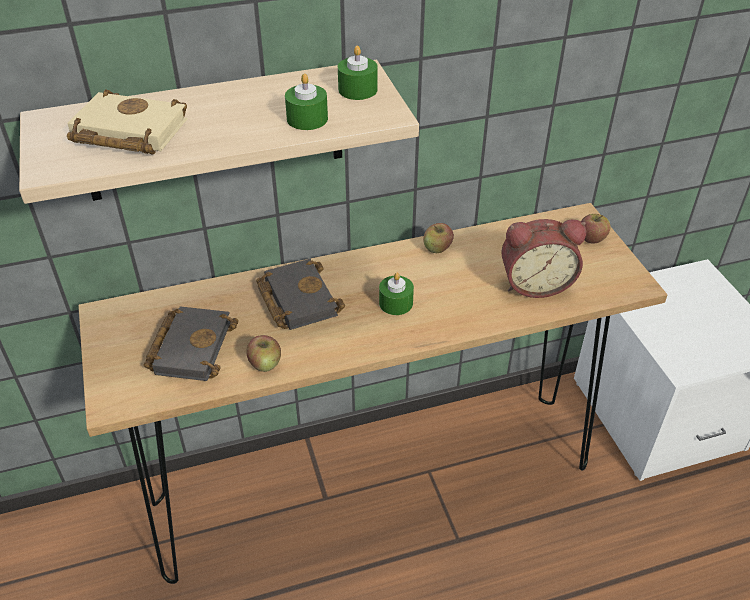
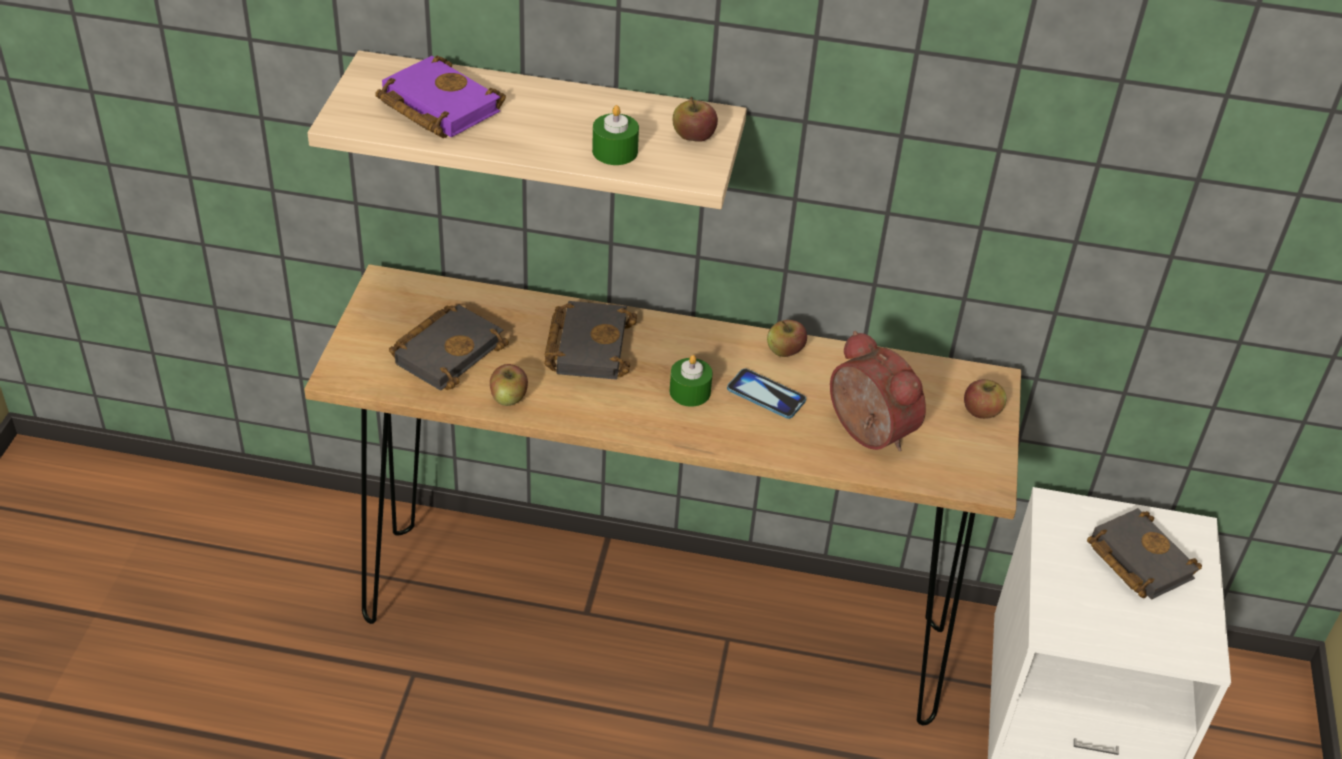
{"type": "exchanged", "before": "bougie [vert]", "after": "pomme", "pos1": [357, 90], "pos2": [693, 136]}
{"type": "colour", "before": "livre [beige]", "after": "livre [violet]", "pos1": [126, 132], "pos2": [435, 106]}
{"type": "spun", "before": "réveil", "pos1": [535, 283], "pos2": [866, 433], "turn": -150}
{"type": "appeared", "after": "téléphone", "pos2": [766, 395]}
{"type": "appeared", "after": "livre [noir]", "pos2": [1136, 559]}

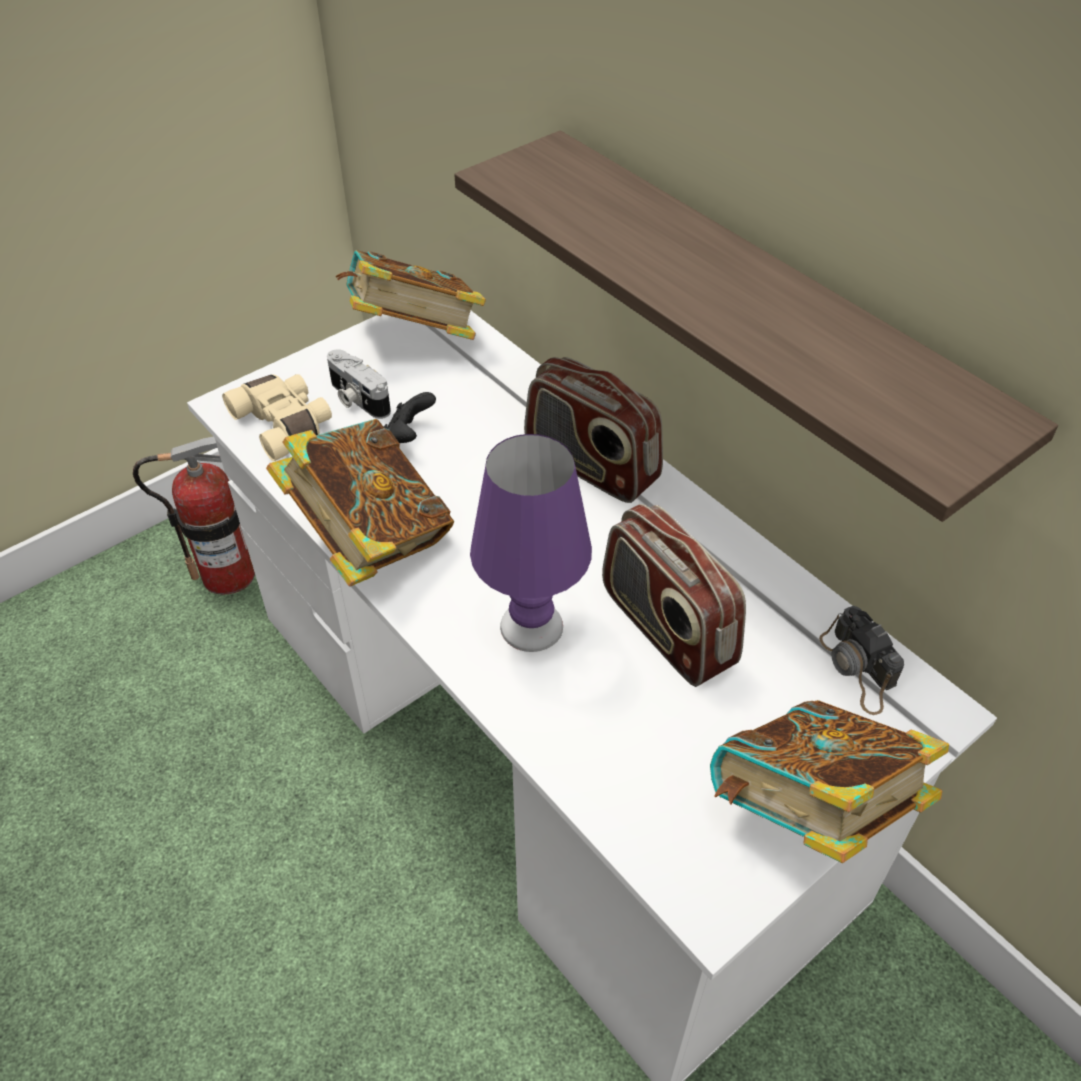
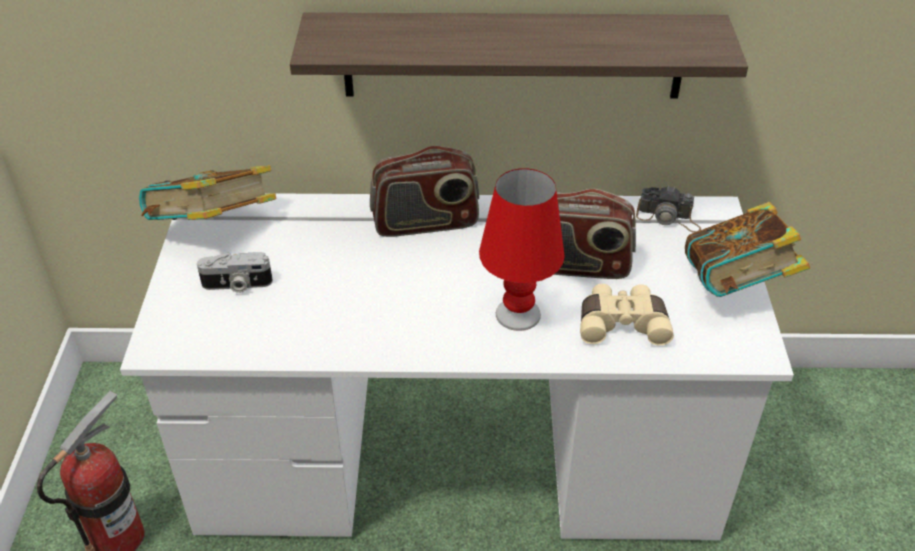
{"type": "relocated", "before": "jumelles [beige]", "pos1": [285, 424], "pos2": [622, 323]}
{"type": "missing", "before": "manette [noir]", "pos1": [408, 436]}
{"type": "missing", "before": "livre", "pos1": [369, 539]}
{"type": "colour", "before": "lampe de table [violet]", "after": "lampe de table [rouge]", "pos1": [531, 625], "pos2": [517, 314]}

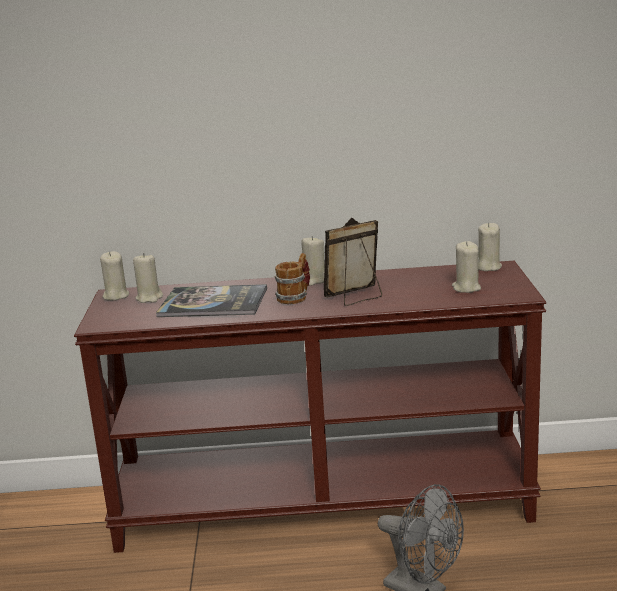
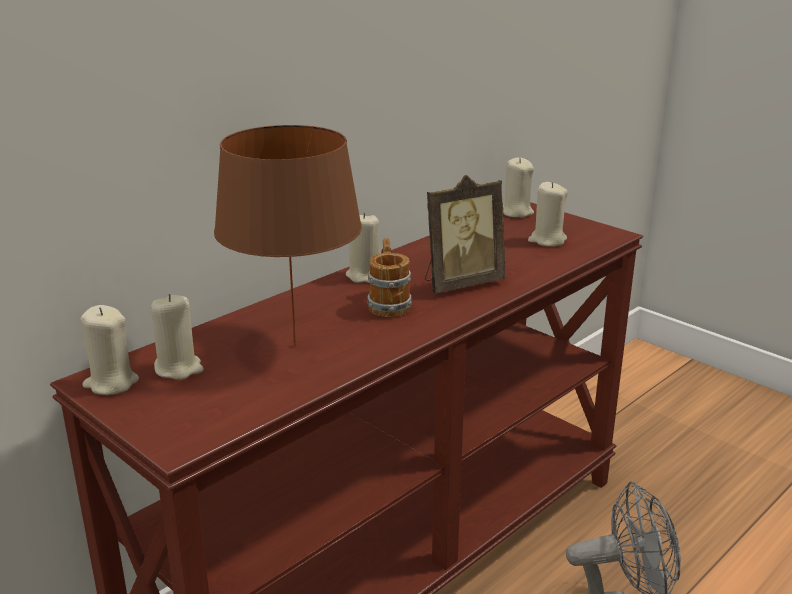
{"type": "spun", "before": "cadre photo", "pos1": [356, 297], "pos2": [460, 283], "turn": -135}
{"type": "exchanged", "before": "livre", "after": "lampe de table [marron]", "pos1": [213, 303], "pos2": [296, 345]}

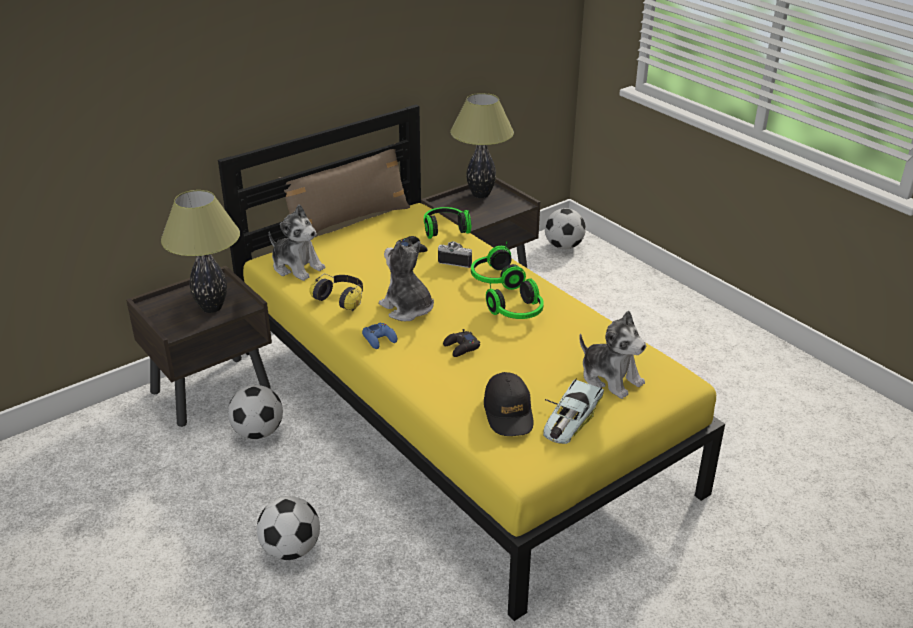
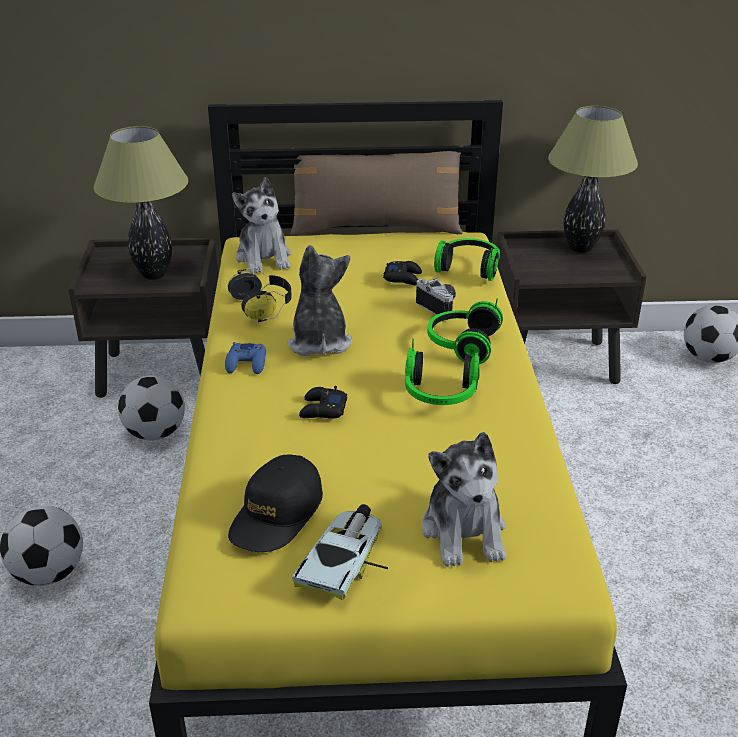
{"type": "spun", "before": "petite voiture", "pos1": [569, 417], "pos2": [345, 558], "turn": 135}

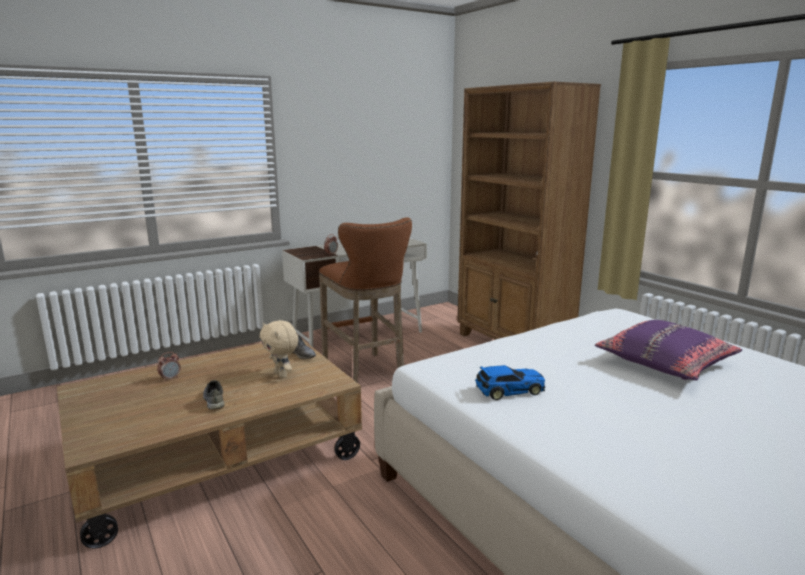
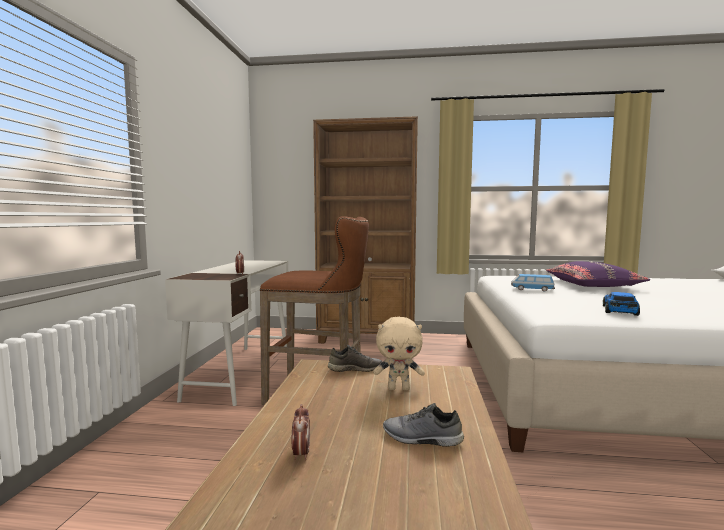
{"type": "appeared", "after": "petite voiture", "pos2": [532, 289]}

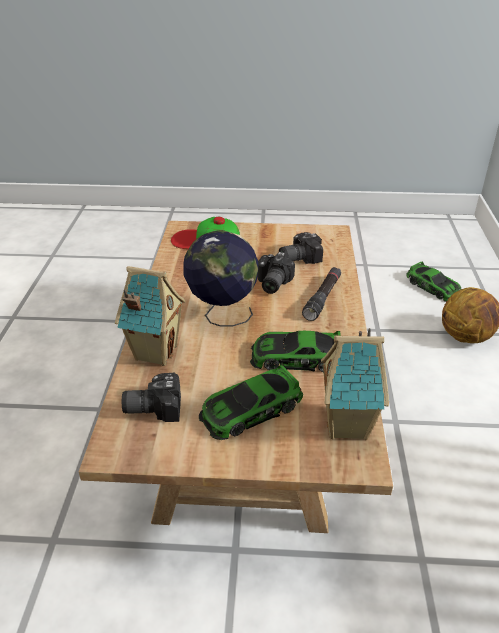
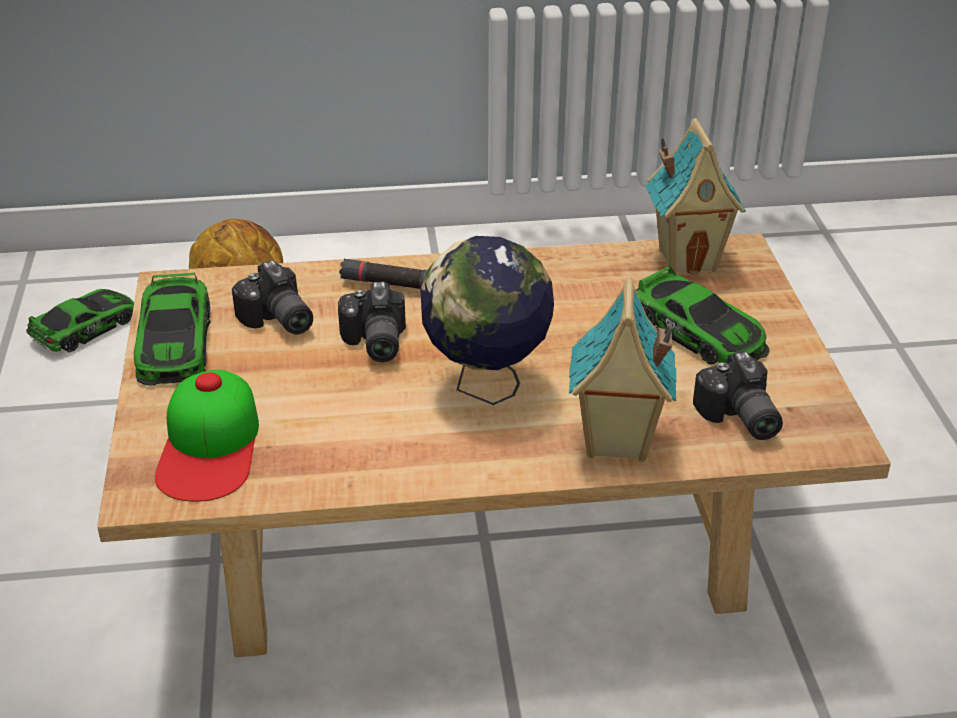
{"type": "spun", "before": "appareil photo", "pos1": [271, 283], "pos2": [373, 343], "turn": 75}
{"type": "relocated", "before": "petite voiture", "pos1": [296, 357], "pos2": [175, 342]}

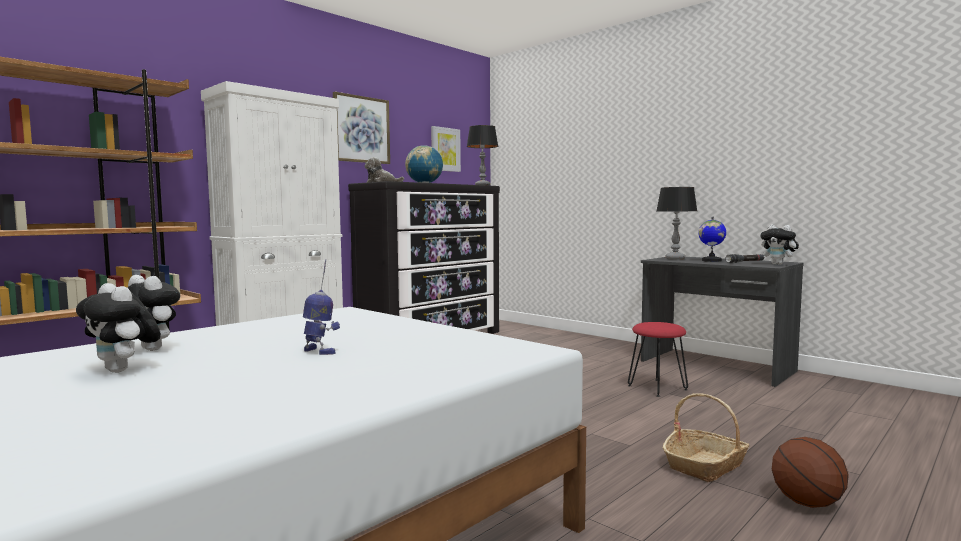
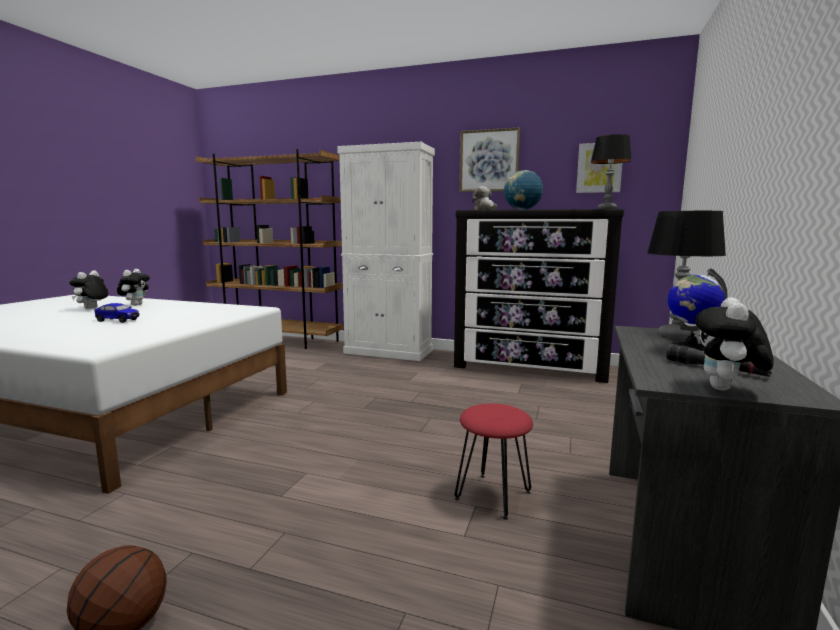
{"type": "exchanged", "before": "robot jouet", "after": "petite voiture", "pos1": [320, 351], "pos2": [118, 320]}
{"type": "missing", "before": "panier", "pos1": [705, 465]}

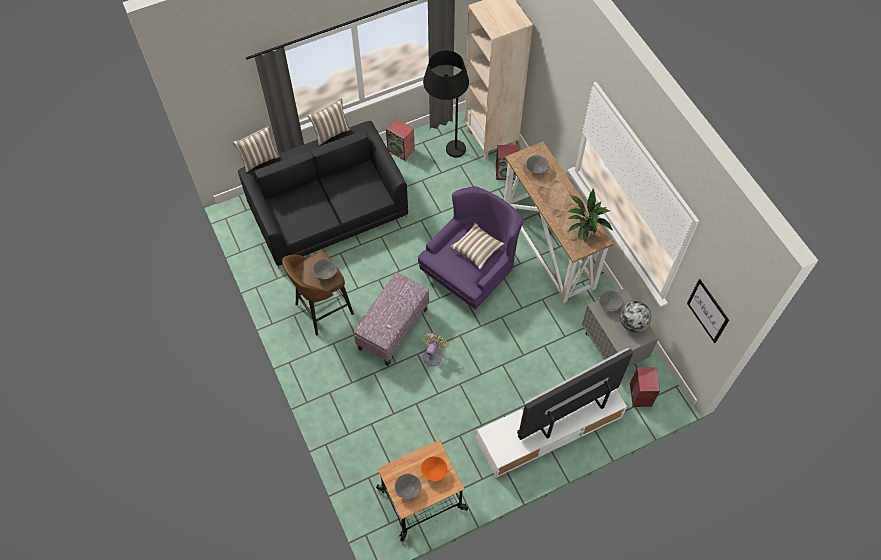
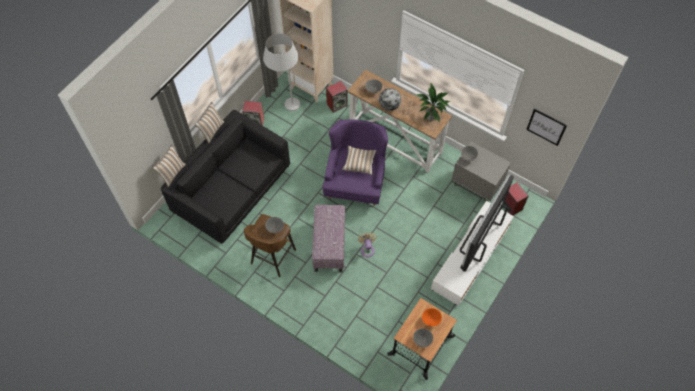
{"type": "colour", "before": "lampadaire [noir]", "after": "lampadaire [blanc]", "pos1": [445, 153], "pos2": [287, 110]}
{"type": "relocated", "before": "globe", "pos1": [632, 324], "pos2": [389, 106]}

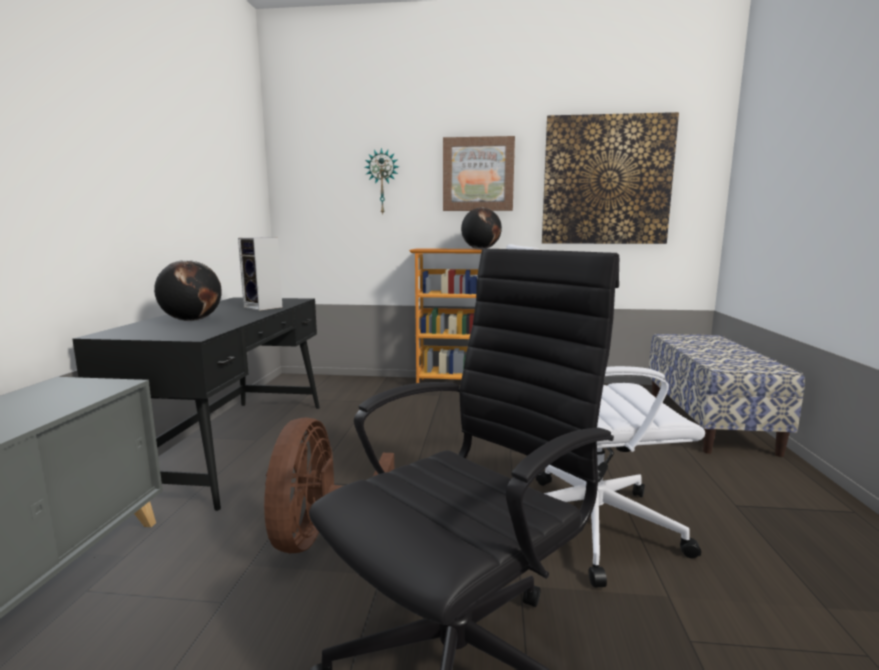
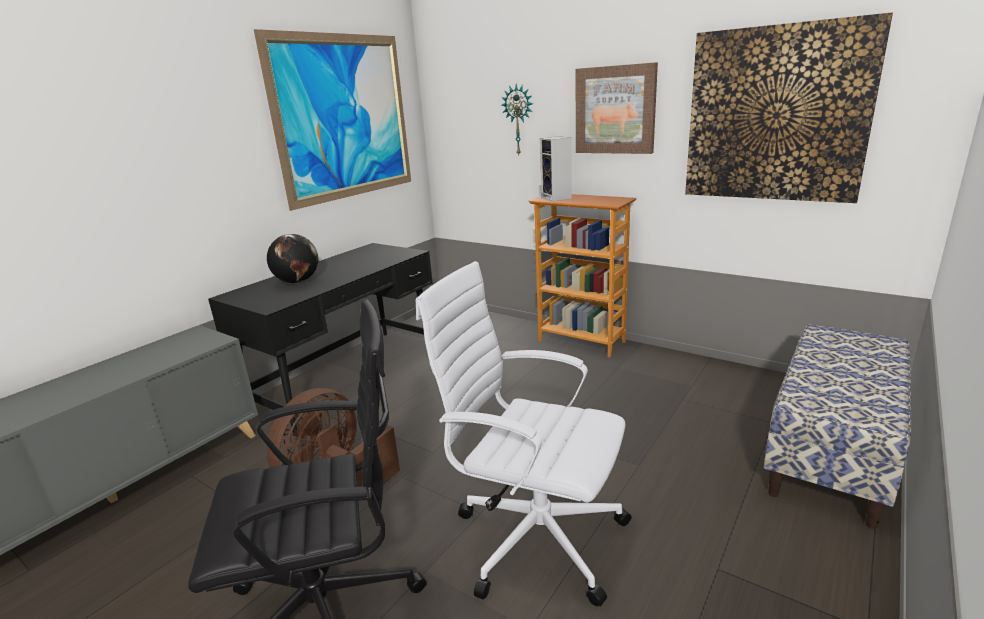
{"type": "missing", "before": "globe", "pos1": [480, 249]}
{"type": "relocated", "before": "enceinte", "pos1": [264, 307], "pos2": [557, 198]}
{"type": "appeared", "after": "tableau", "pos2": [345, 118]}

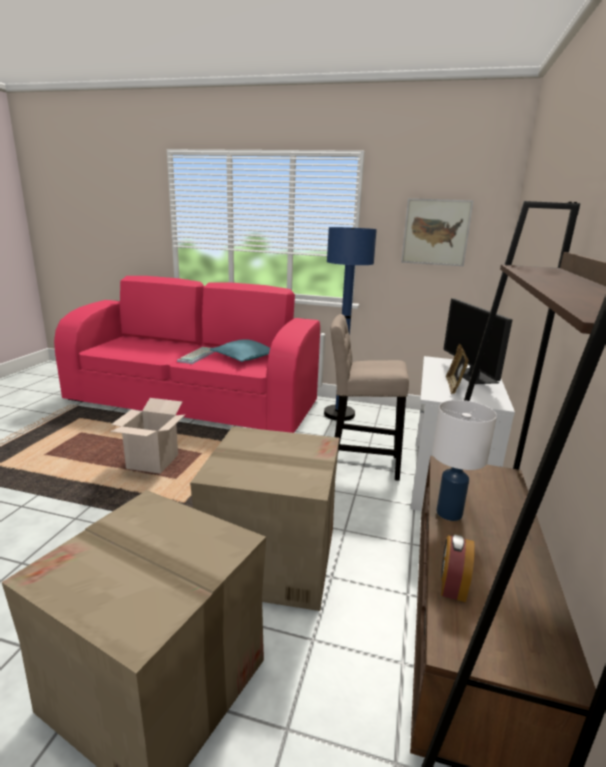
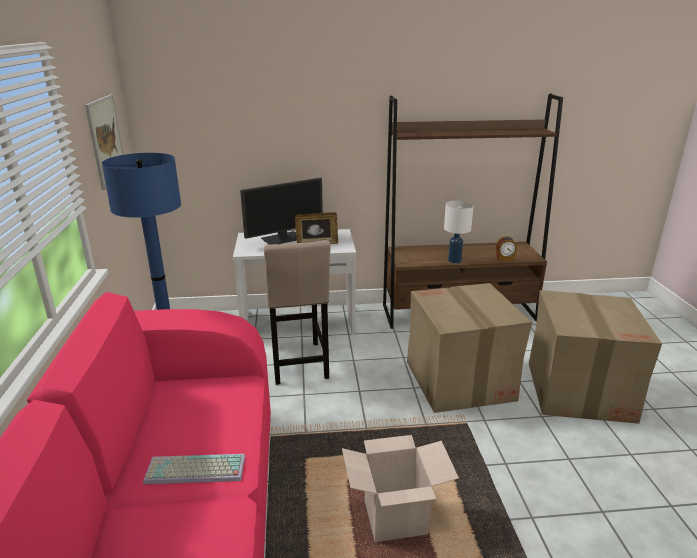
{"type": "missing", "before": "coussin [turquoise]", "pos1": [244, 358]}

